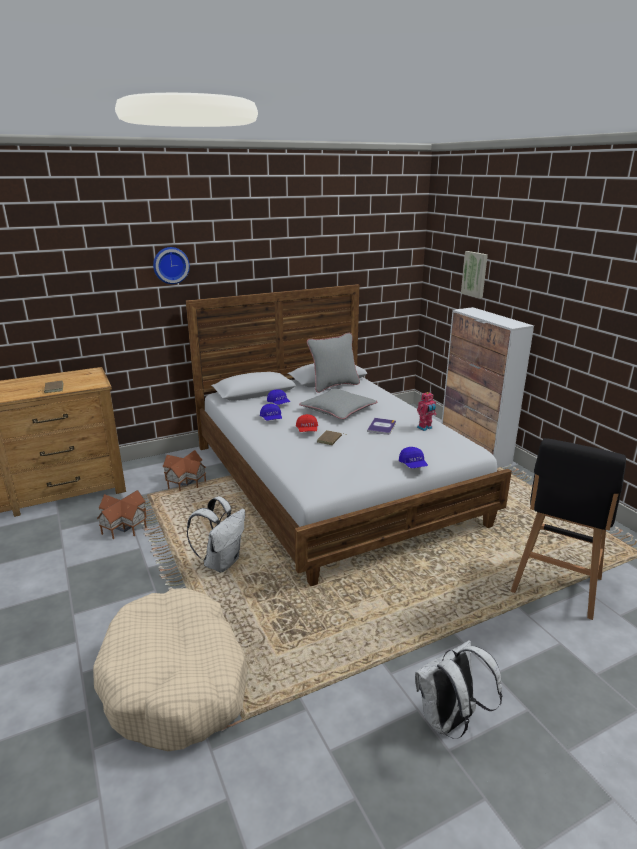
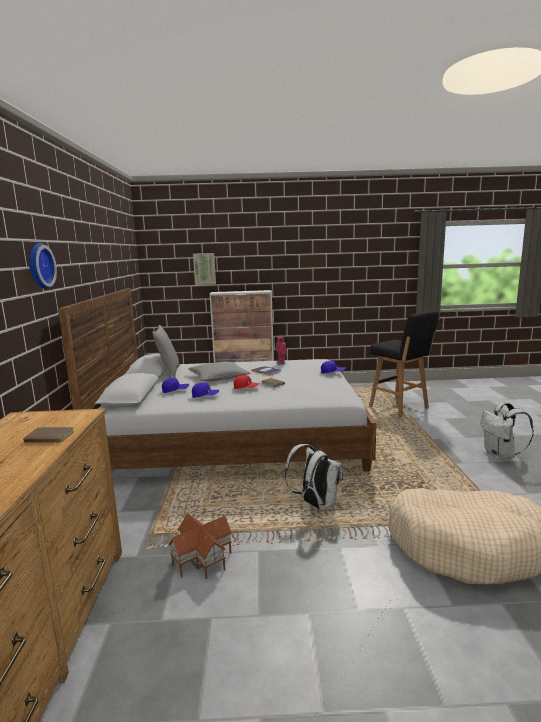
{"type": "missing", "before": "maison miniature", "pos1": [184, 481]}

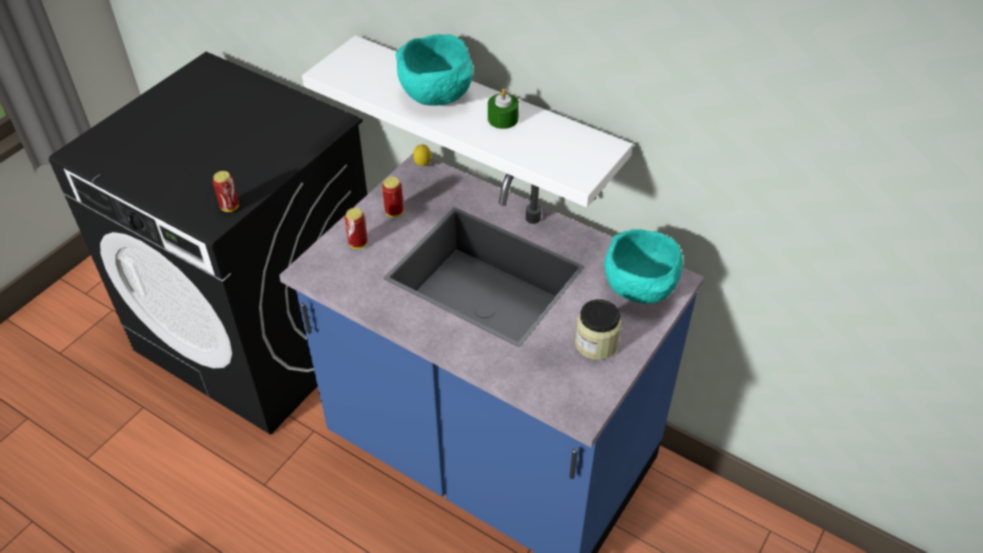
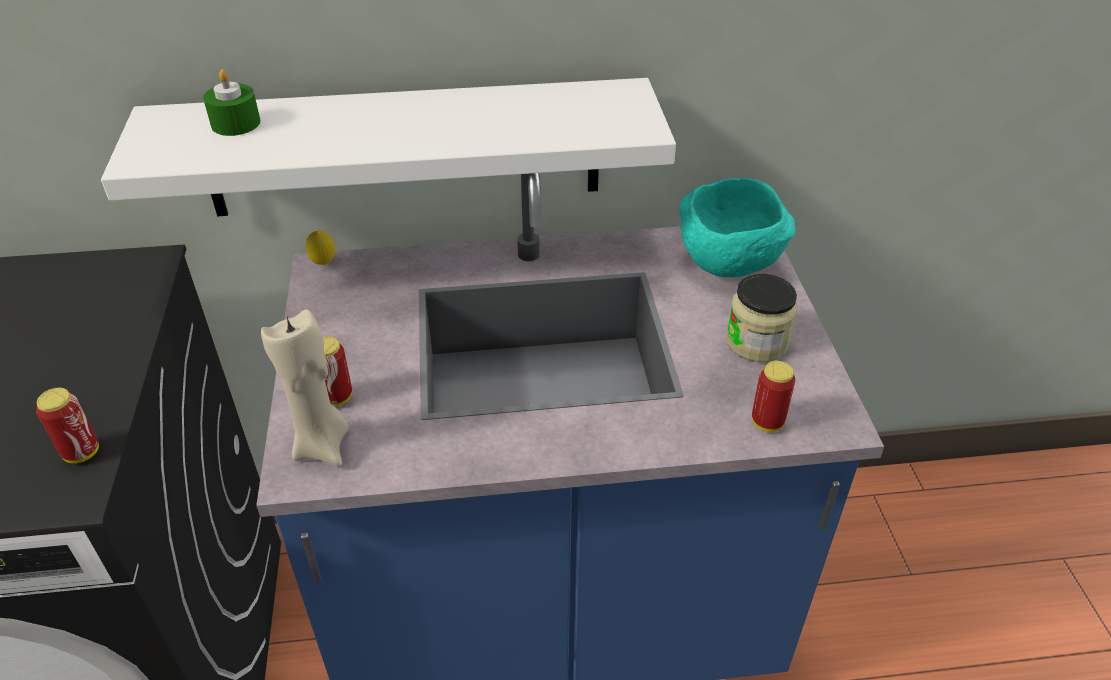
{"type": "missing", "before": "bol [turquoise]", "pos1": [438, 97]}
{"type": "relocated", "before": "bougie [vert]", "pos1": [503, 119], "pos2": [236, 123]}
{"type": "relocated", "before": "boîte métallique", "pos1": [394, 212], "pos2": [767, 422]}
{"type": "appeared", "after": "bougie [beige]", "pos2": [322, 445]}

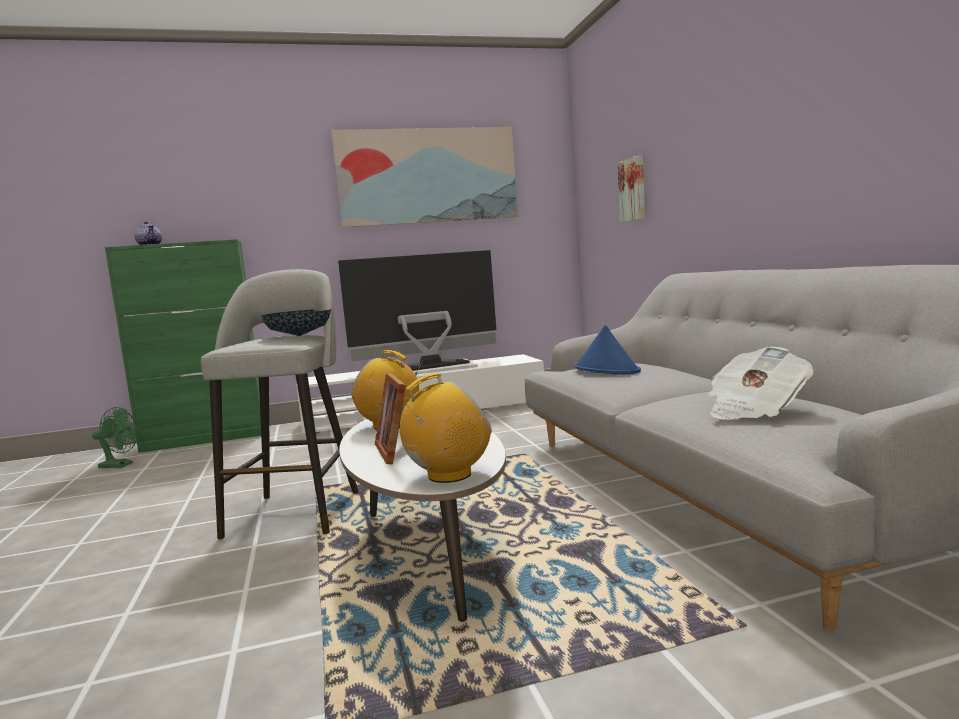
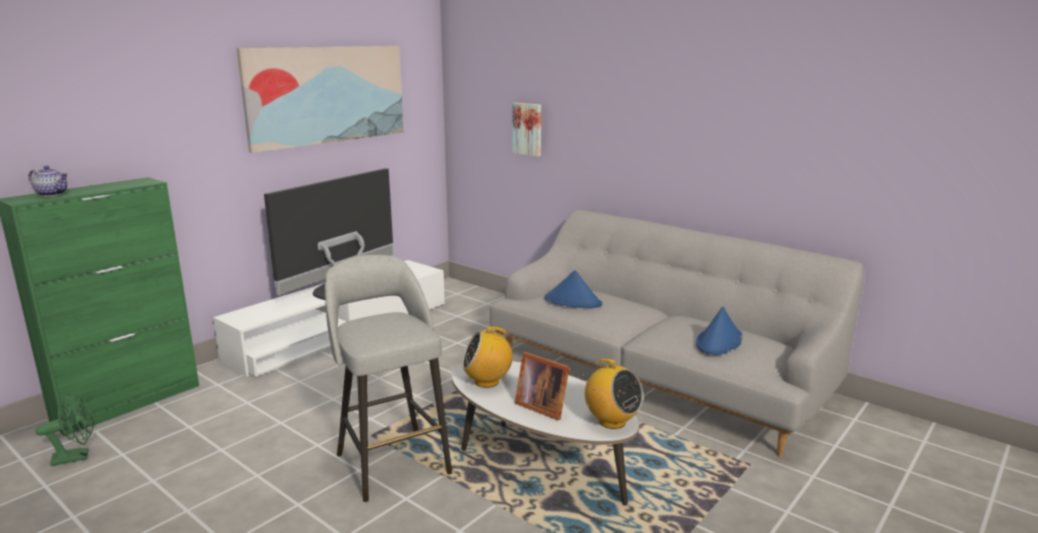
{"type": "missing", "before": "bol", "pos1": [299, 336]}
{"type": "exchanged", "before": "journal", "after": "chapeau [bleu]", "pos1": [754, 410], "pos2": [719, 342]}
{"type": "spun", "before": "radio", "pos1": [449, 475], "pos2": [611, 421], "turn": 105}

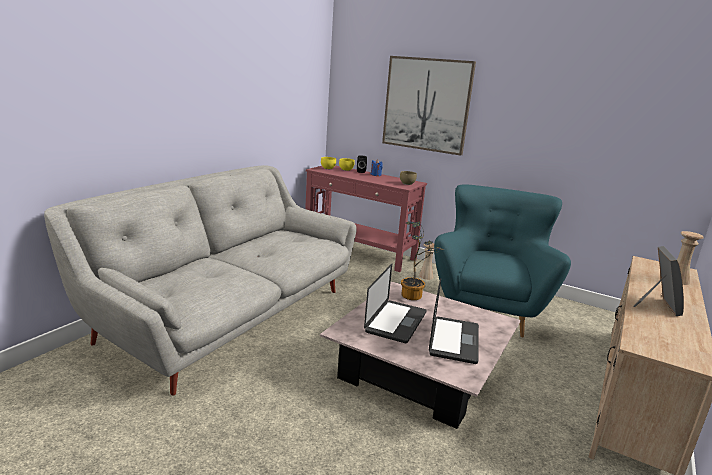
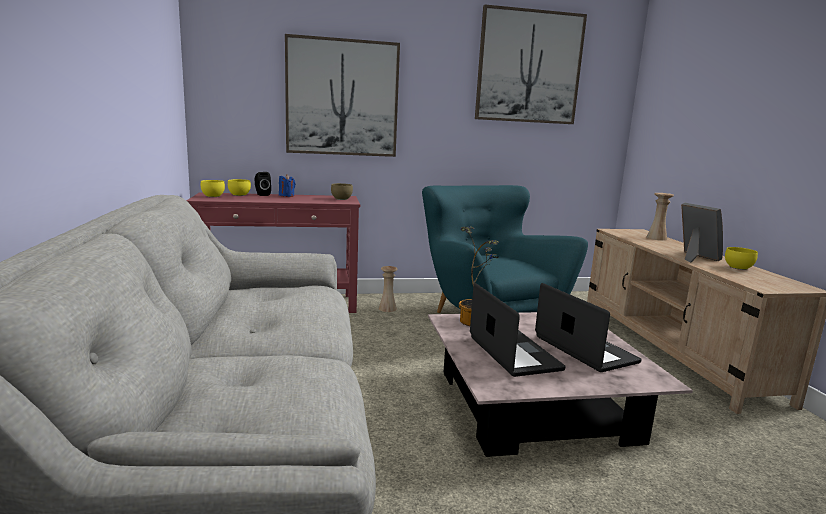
{"type": "appeared", "after": "tableau", "pos2": [529, 67]}
{"type": "appeared", "after": "bol [jaune]", "pos2": [738, 268]}

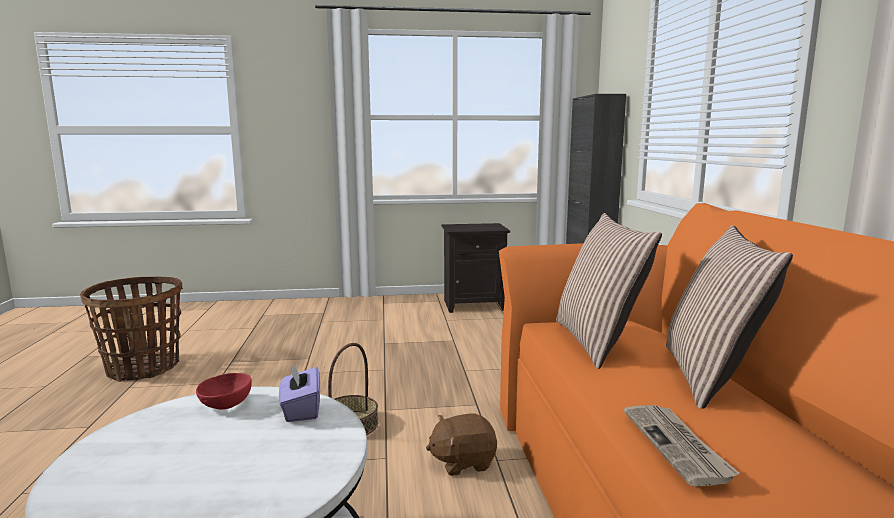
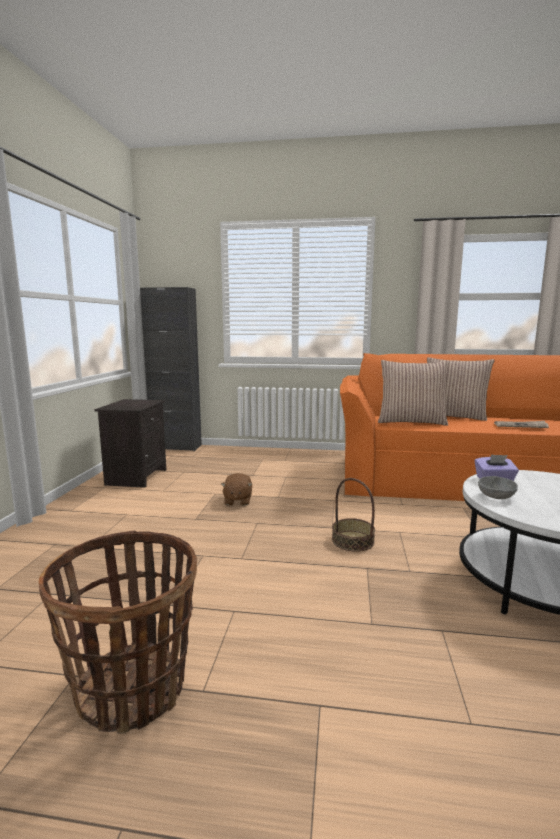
{"type": "colour", "before": "bol [rouge]", "after": "bol [gris]", "pos1": [225, 404], "pos2": [497, 497]}
{"type": "relocated", "before": "peluche [marron]", "pos1": [462, 462], "pos2": [237, 501]}

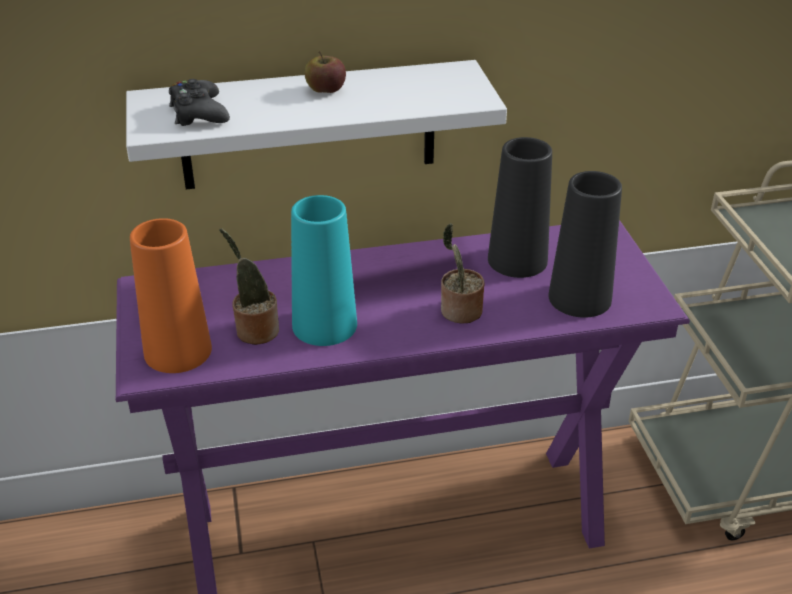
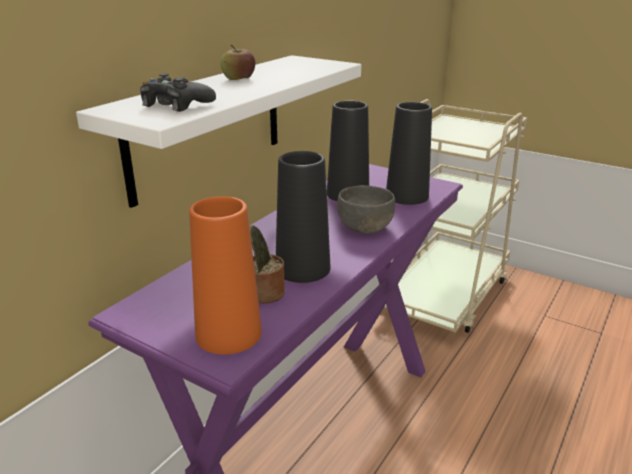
{"type": "colour", "before": "vase [turquoise]", "after": "vase [noir]", "pos1": [324, 325], "pos2": [302, 268]}
{"type": "exchanged", "before": "plante en pot", "after": "bol [gris]", "pos1": [459, 312], "pos2": [364, 227]}

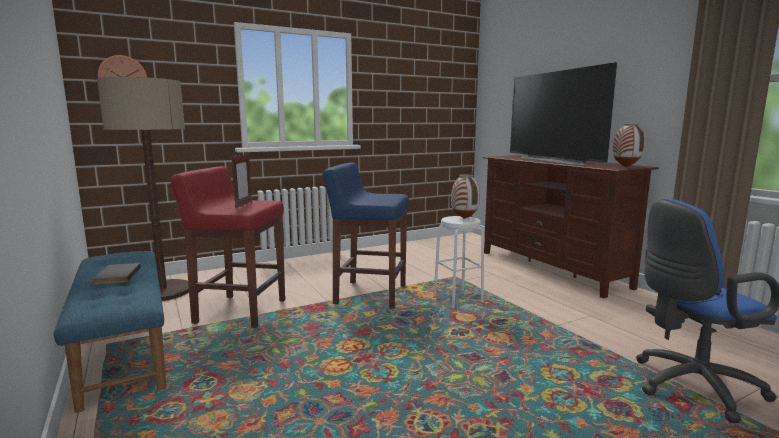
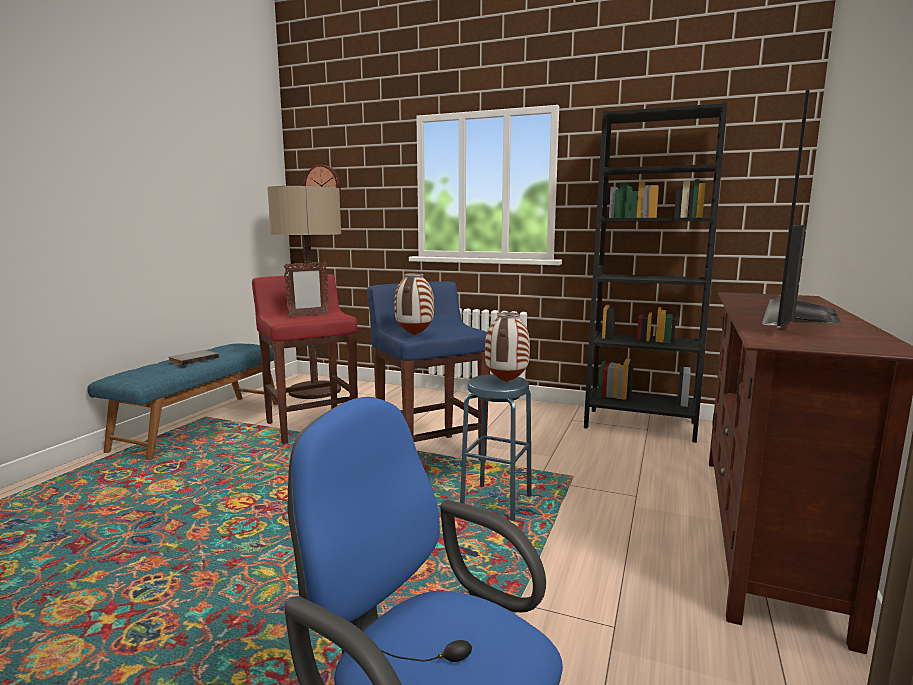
{"type": "relocated", "before": "vase", "pos1": [625, 167], "pos2": [414, 335]}
{"type": "colour", "before": "tabouret [blanc]", "after": "tabouret [bleu]", "pos1": [458, 299], "pos2": [496, 503]}
{"type": "appeared", "after": "bibliothèque [noir]", "pos2": [640, 424]}

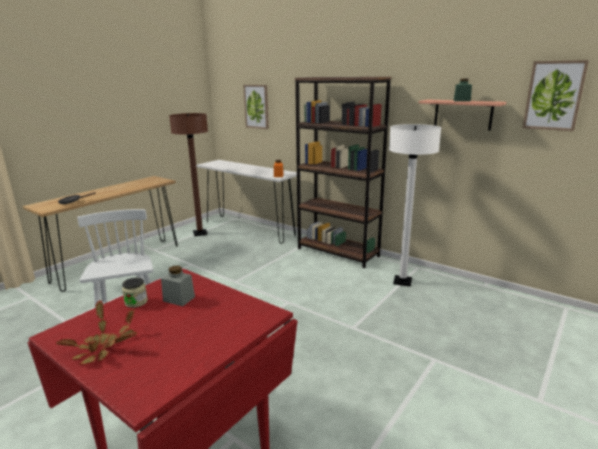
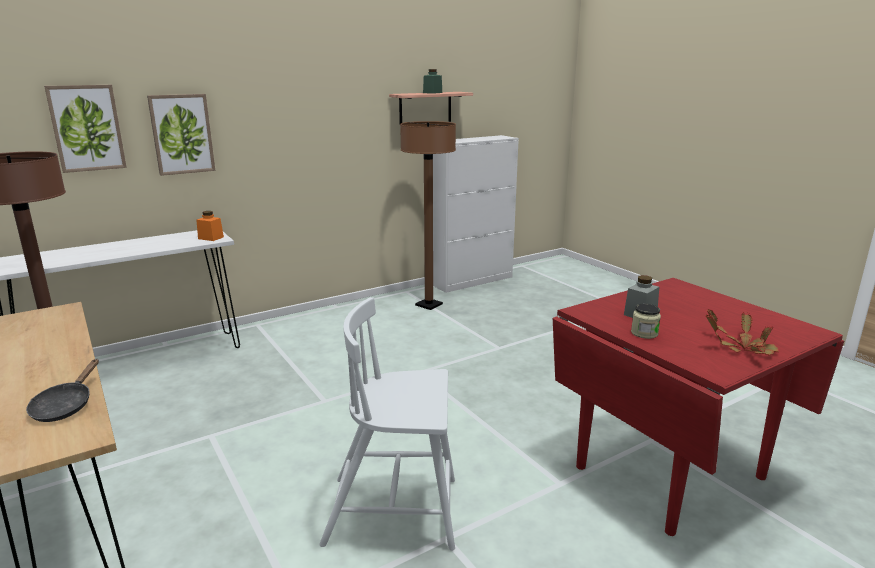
{"type": "relocated", "before": "tableau", "pos1": [554, 95], "pos2": [182, 134]}
{"type": "missing", "before": "bibliothèque [marron]", "pos1": [338, 252]}
{"type": "colour", "before": "lampadaire [blanc]", "after": "lampadaire [marron]", "pos1": [402, 281], "pos2": [429, 305]}
{"type": "appeared", "after": "meuble de rangement [blanc]", "pos2": [473, 281]}

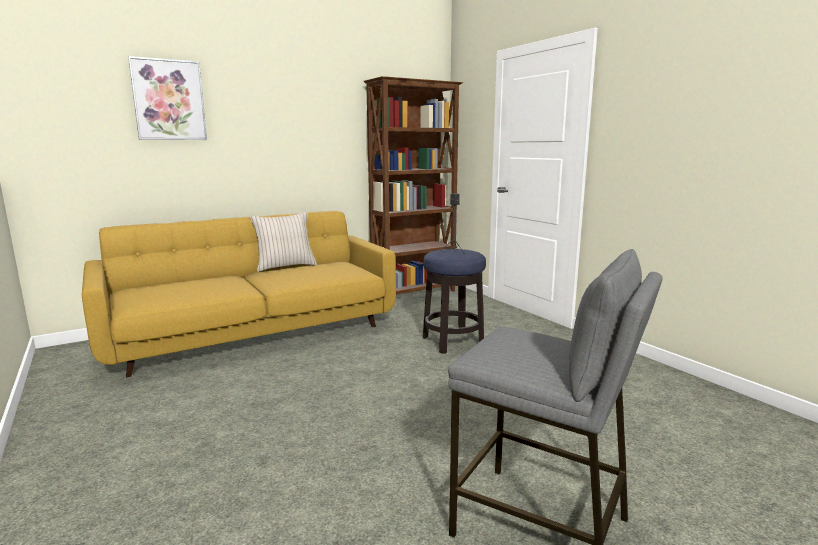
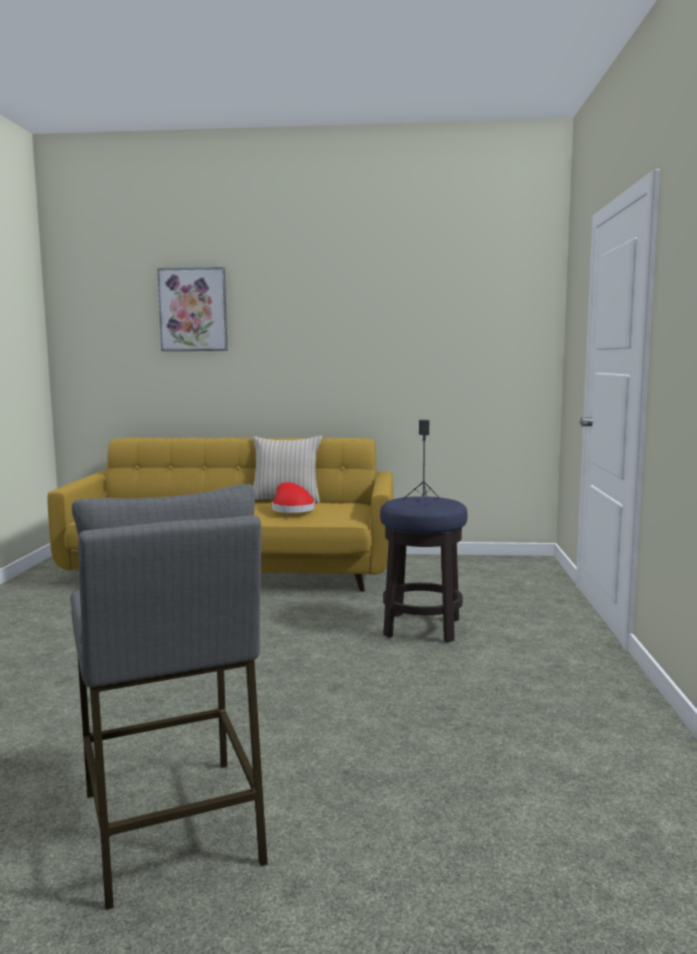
{"type": "missing", "before": "bibliothèque [marron]", "pos1": [414, 293]}
{"type": "appeared", "after": "chapeau [rouge]", "pos2": [291, 509]}

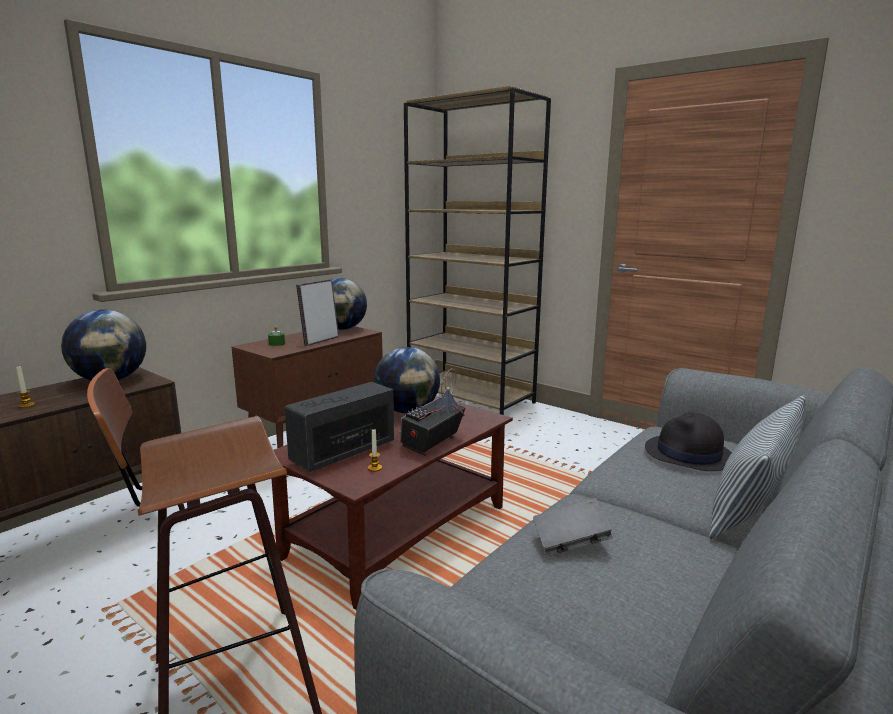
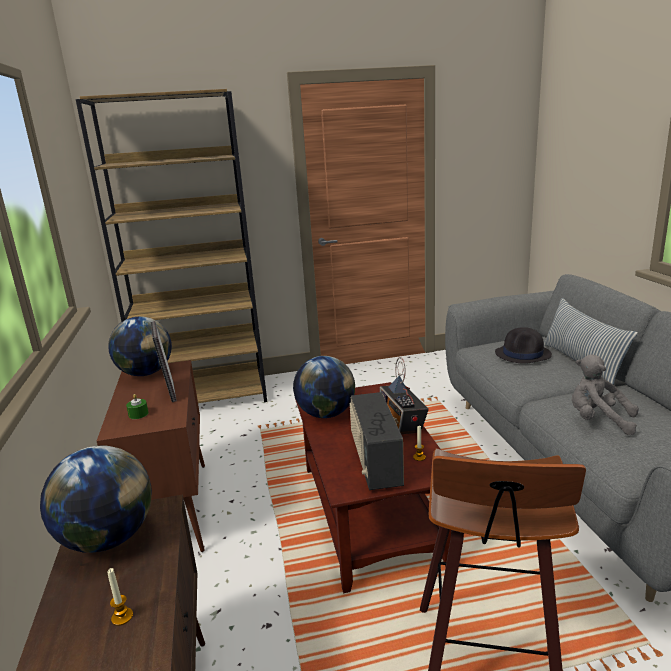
{"type": "exchanged", "before": "livre [gris]", "after": "peluche [gris]", "pos1": [570, 543], "pos2": [598, 421]}

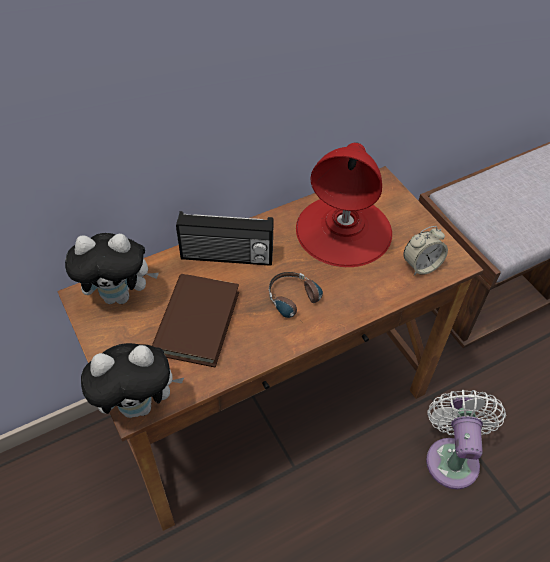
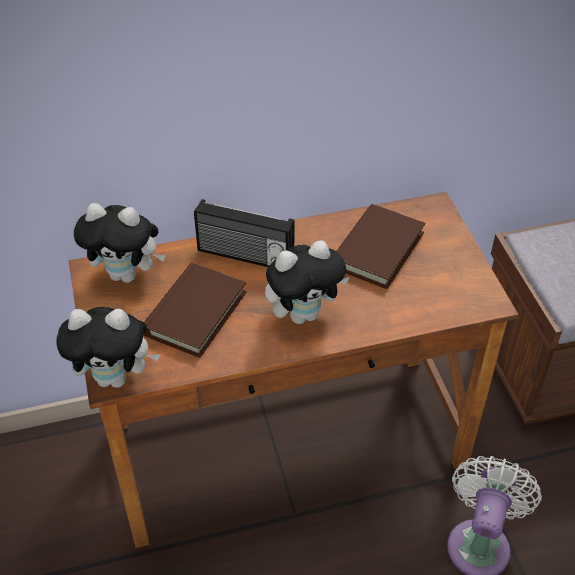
{"type": "exchanged", "before": "lampe de table [rouge]", "after": "livre [marron]", "pos1": [344, 230], "pos2": [377, 249]}
{"type": "missing", "before": "réveil", "pos1": [421, 266]}
{"type": "exchanged", "before": "casque audio", "after": "peluche", "pos1": [298, 304], "pos2": [304, 314]}

